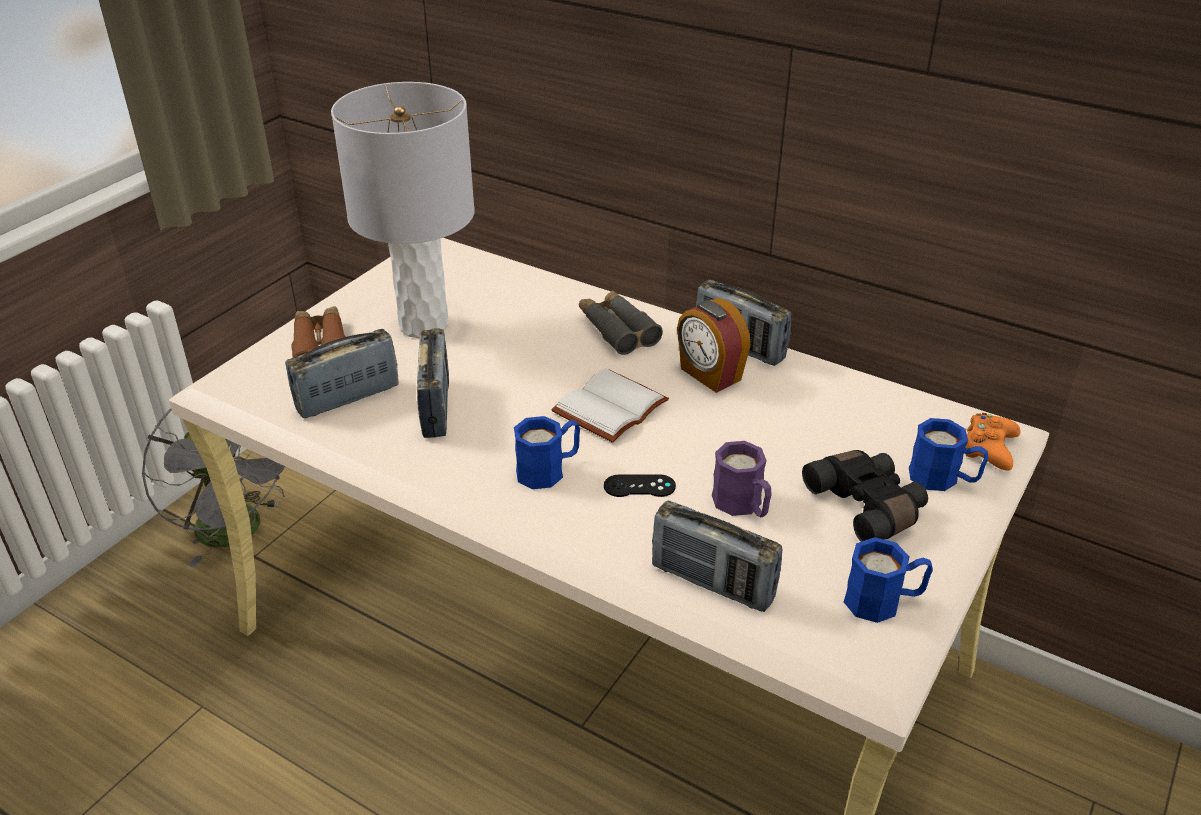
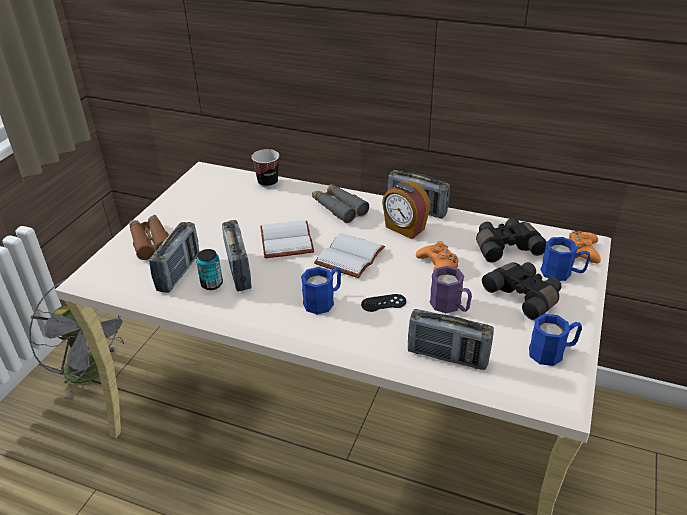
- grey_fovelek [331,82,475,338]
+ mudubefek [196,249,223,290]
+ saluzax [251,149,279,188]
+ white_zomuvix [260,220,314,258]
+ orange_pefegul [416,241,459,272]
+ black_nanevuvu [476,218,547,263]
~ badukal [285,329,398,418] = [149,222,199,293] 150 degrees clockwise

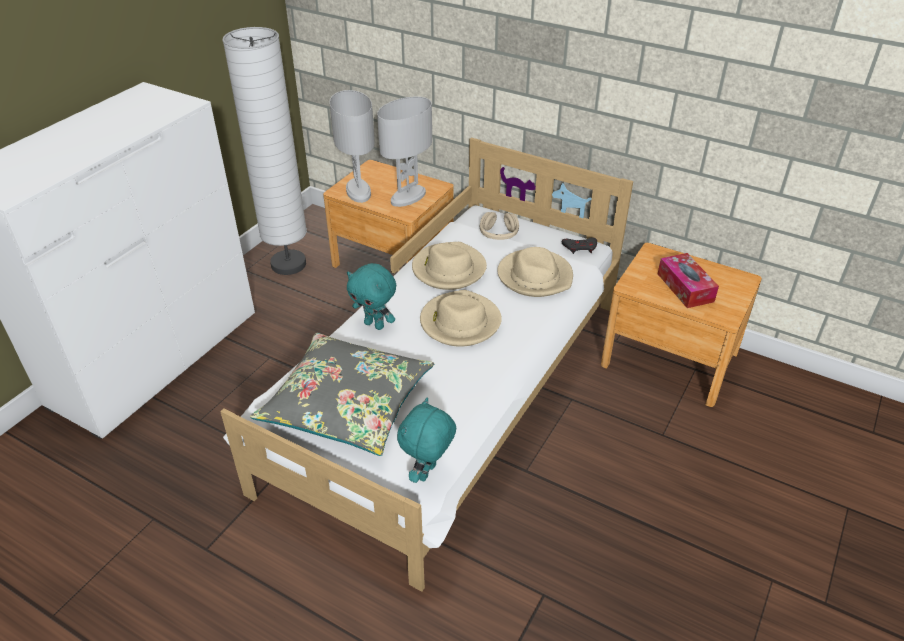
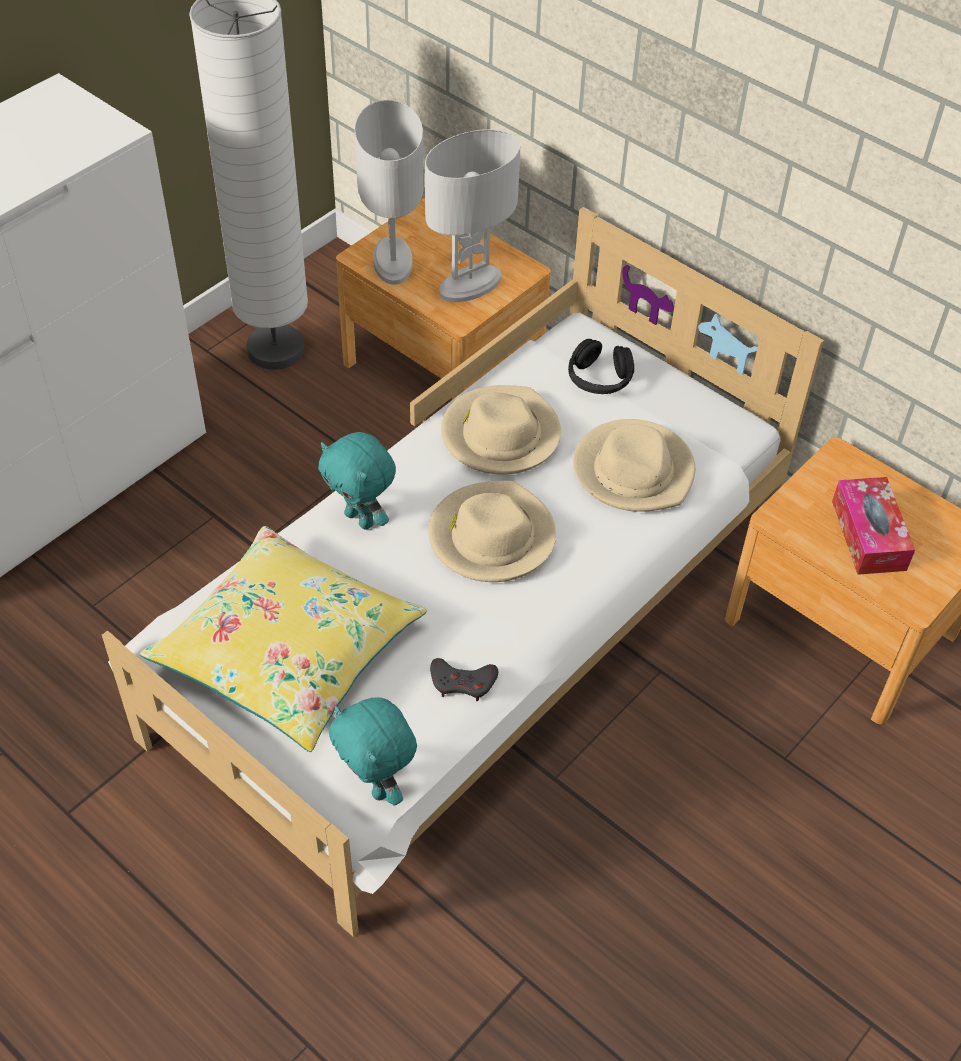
~ grey_pefegul [562,237,597,254] to [430,658,498,701]
~ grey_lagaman [250,333,434,456] to yellow_lagaman [140,526,427,752]
~ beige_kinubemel [480,212,519,240] to black_kinubemel [568,339,634,394]
~ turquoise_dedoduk [397,398,456,483] = [329,698,417,806] 75 degrees counterclockwise

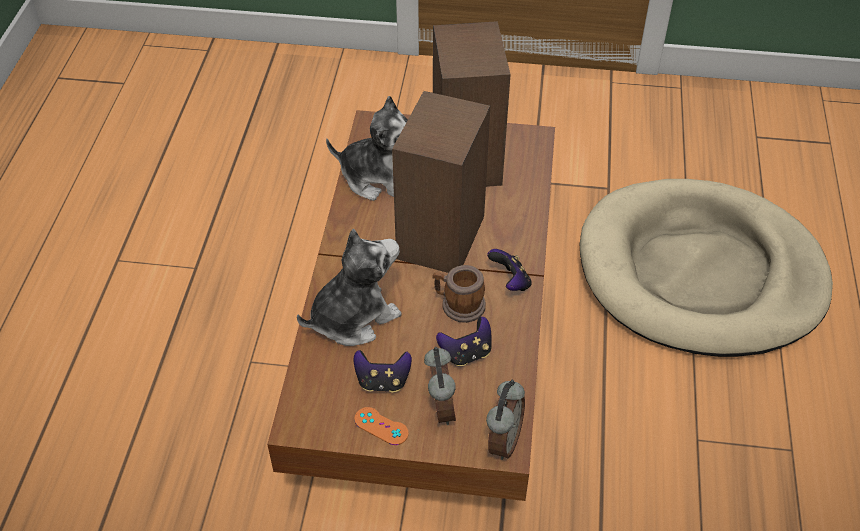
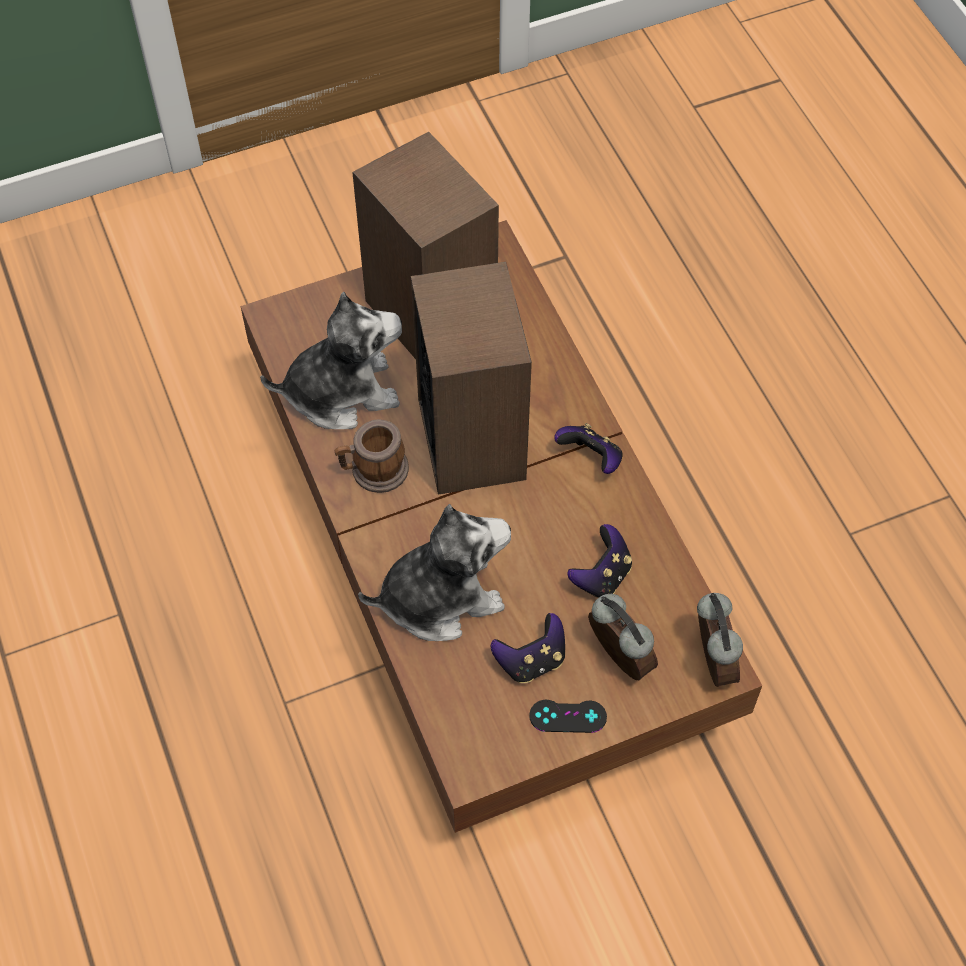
- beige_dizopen [580,179,833,357]
~ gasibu [432,265,486,323] to [334,419,409,493]
~ orange_pefegul [355,407,409,445] to black_pefegul [529,700,607,733]
~ dedoduk [297,229,401,346] = [358,504,511,641] 45 degrees clockwise

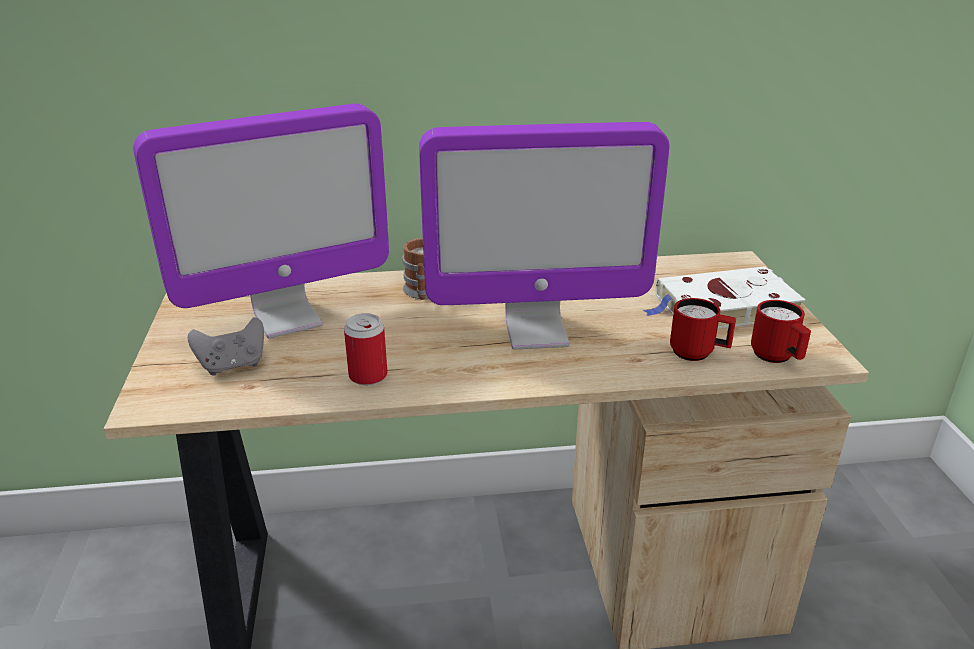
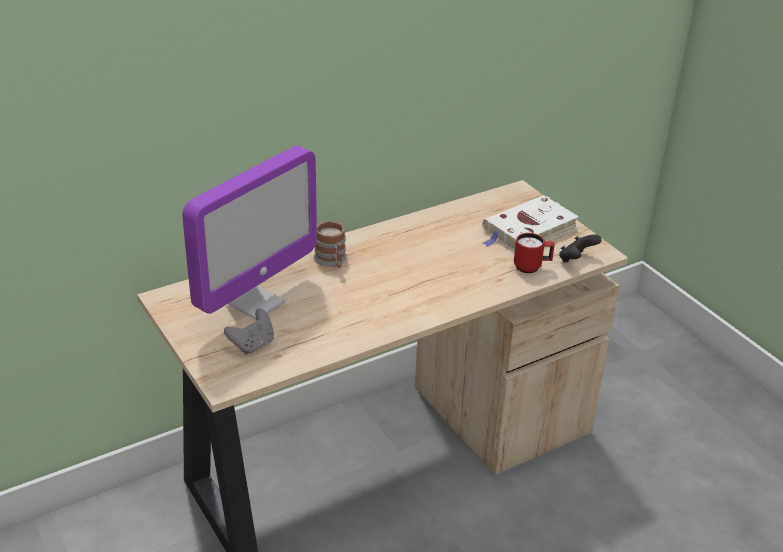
- mudubefek [344,313,388,385]
- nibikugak [419,122,670,349]
~ red_gasibu [751,300,811,363] to black_pefegul [559,234,602,263]

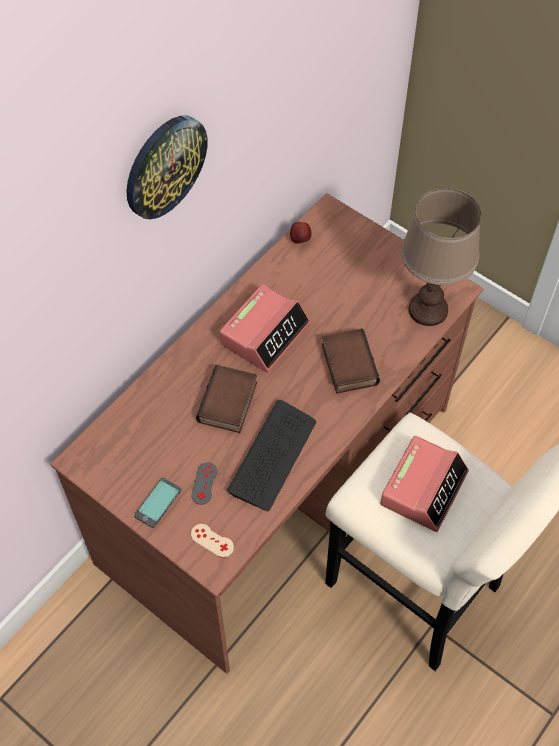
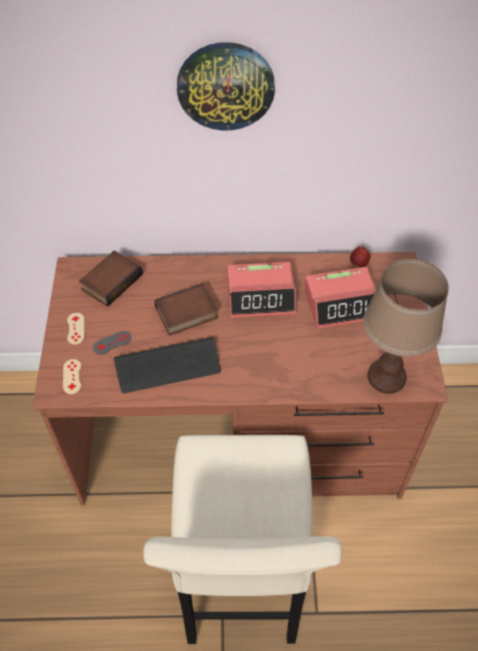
~ zomuvix [322,328,380,393] to [79,251,143,307]
~ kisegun [380,436,469,532] to [304,267,376,329]
~ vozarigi [134,478,181,528] to beige_pefegul [67,313,85,345]

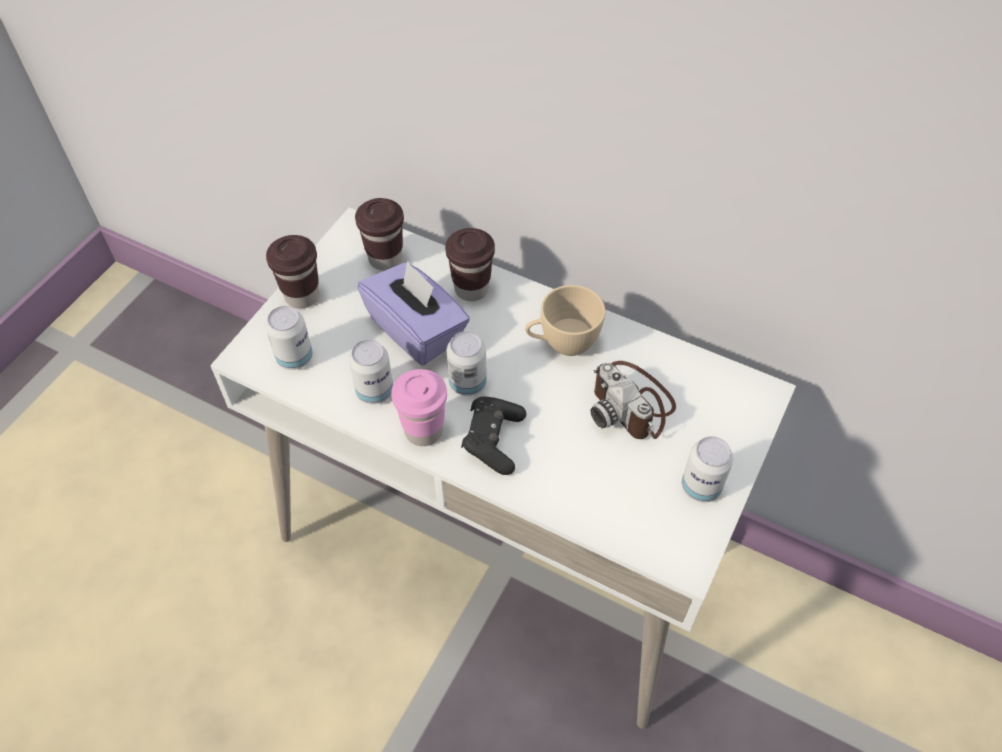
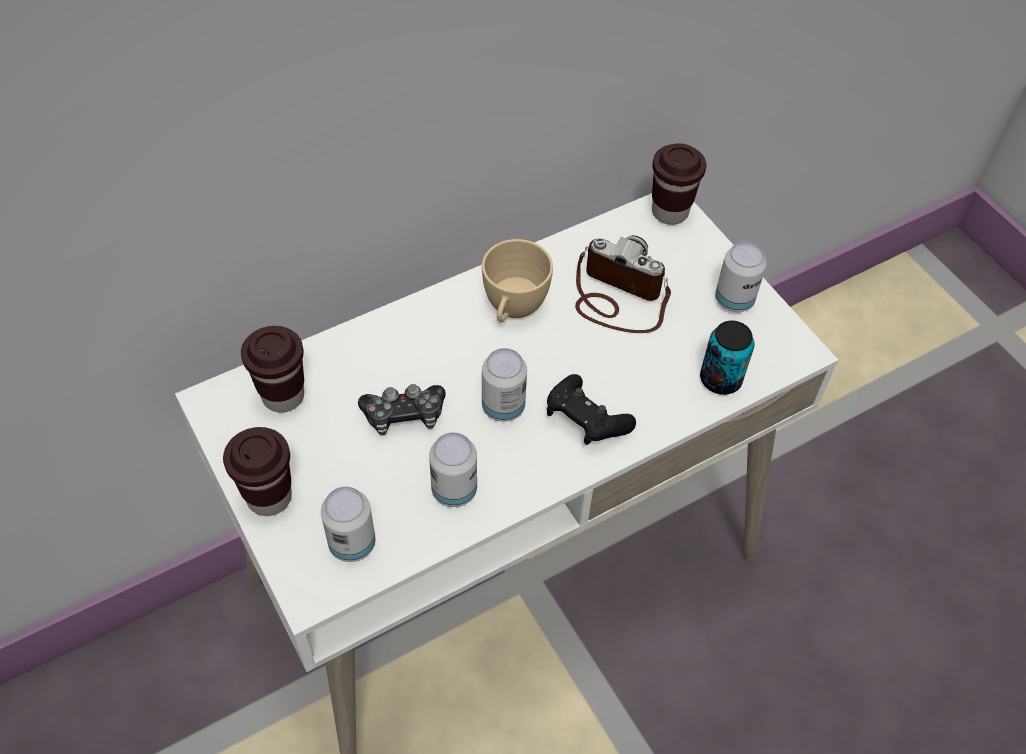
- pink_saluzax [391,369,447,446]
+ mudubefek [700,321,754,395]
~ brown_saluzax [445,228,495,301] to [652,143,706,225]
~ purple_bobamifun [357,260,470,365] to pefegul [358,384,446,435]
~ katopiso [590,361,676,439] = [575,235,671,333] 150 degrees counterclockwise

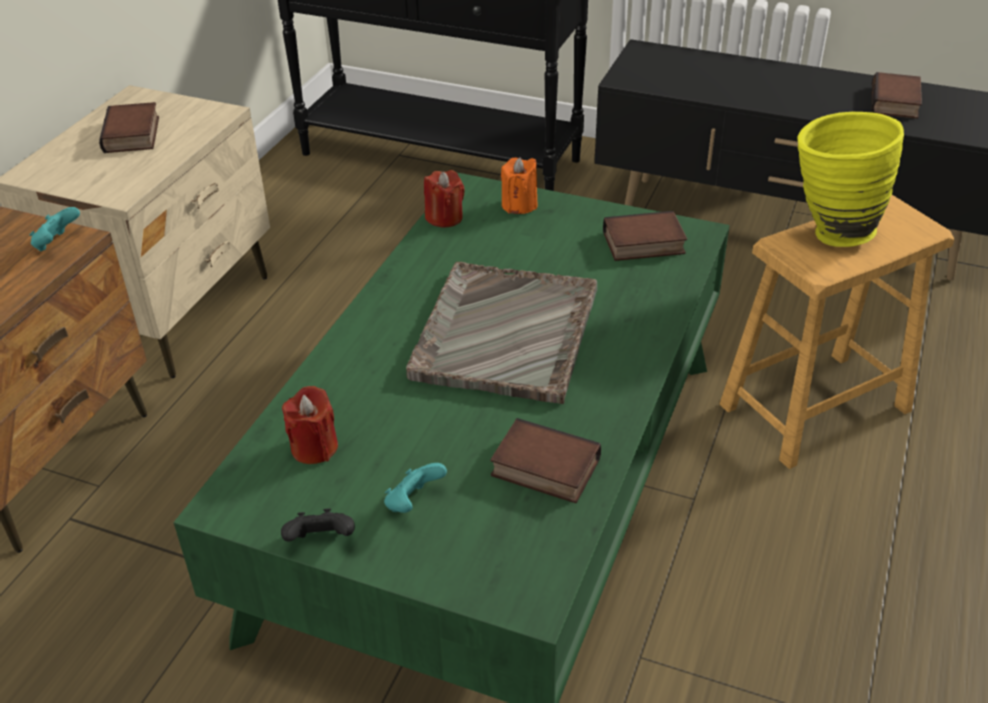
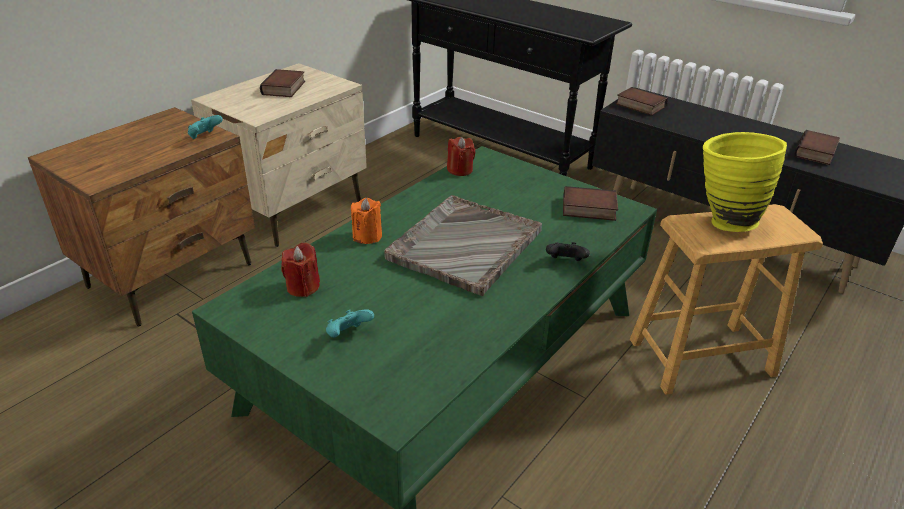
~ black_pefegul [281,508,355,542] to [546,242,590,261]
~ zomuvix [490,418,601,503] to [616,87,668,116]
~ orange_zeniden [501,157,538,214] to [351,198,382,244]

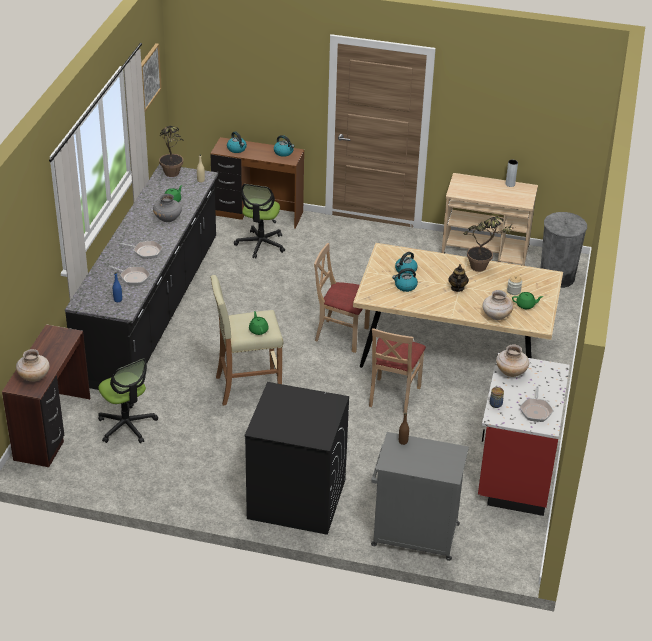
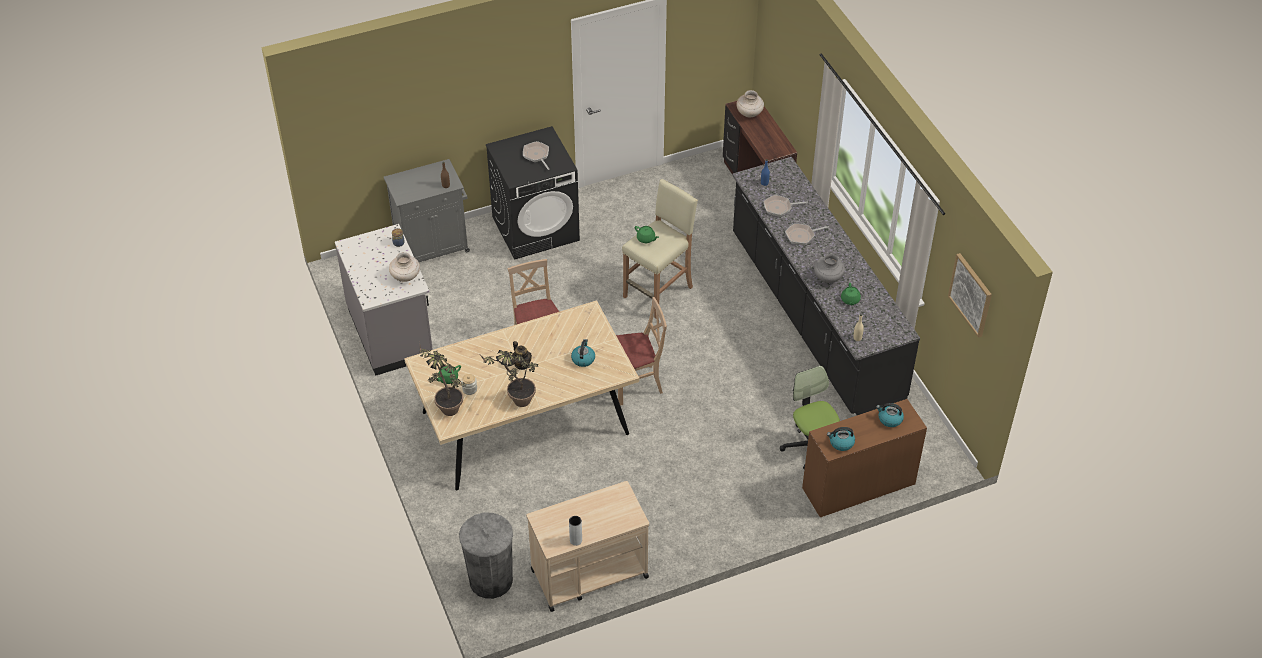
- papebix [98,358,158,443]
- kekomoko [392,268,418,292]
- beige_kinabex [482,290,514,320]
~ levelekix [159,126,184,177] to [419,345,467,416]
~ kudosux [520,386,554,422] to [523,141,550,170]
~ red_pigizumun [478,353,570,516] to grey_pigizumun [335,224,433,376]

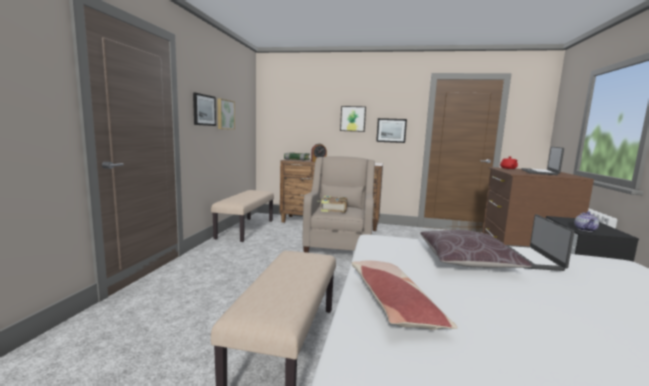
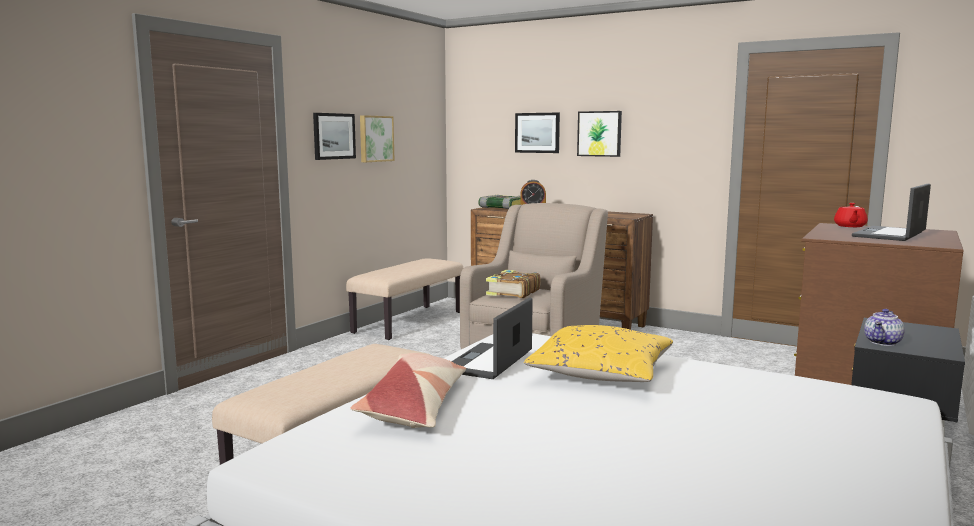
~ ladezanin [376,118,407,143] to [515,113,560,153]
~ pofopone [506,214,575,271] to [451,297,533,379]
~ brown_lagaman [420,230,532,268] to yellow_lagaman [524,325,673,382]

